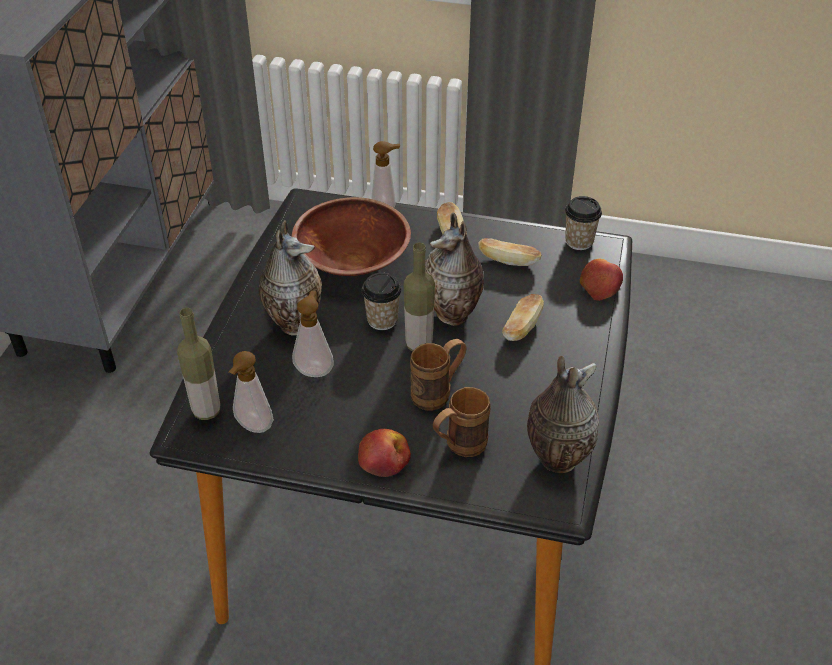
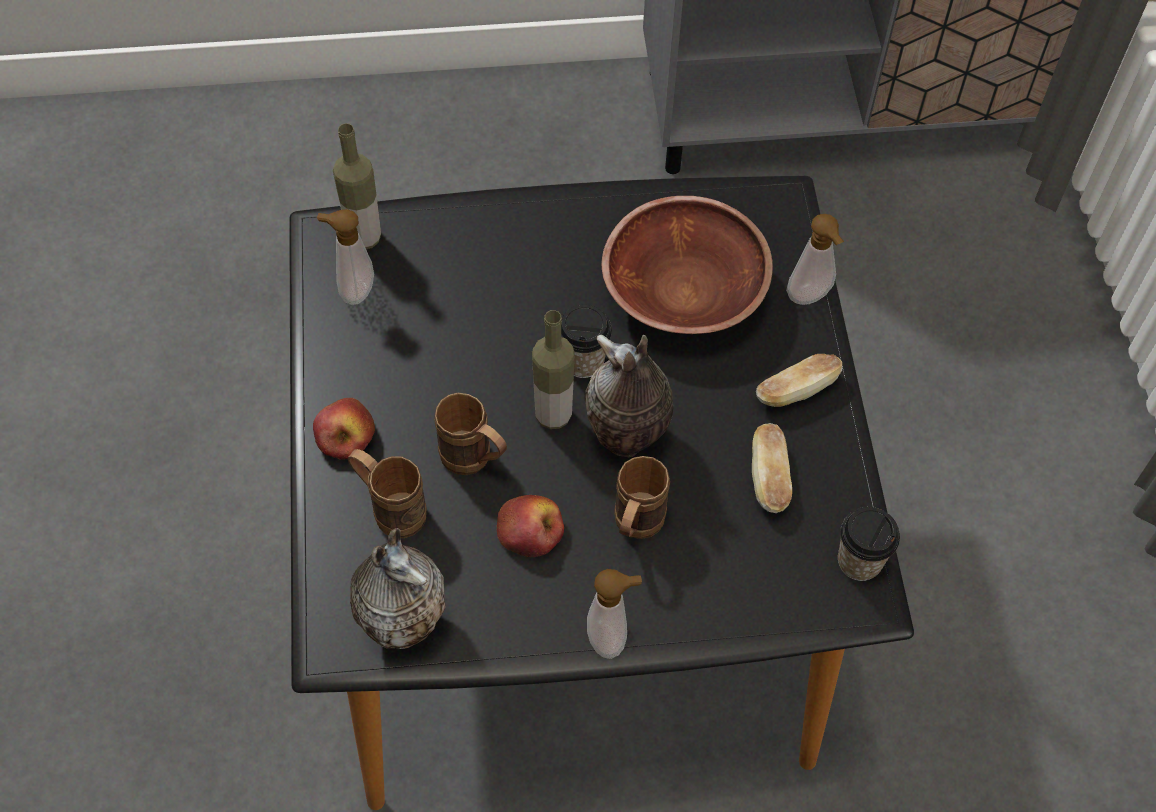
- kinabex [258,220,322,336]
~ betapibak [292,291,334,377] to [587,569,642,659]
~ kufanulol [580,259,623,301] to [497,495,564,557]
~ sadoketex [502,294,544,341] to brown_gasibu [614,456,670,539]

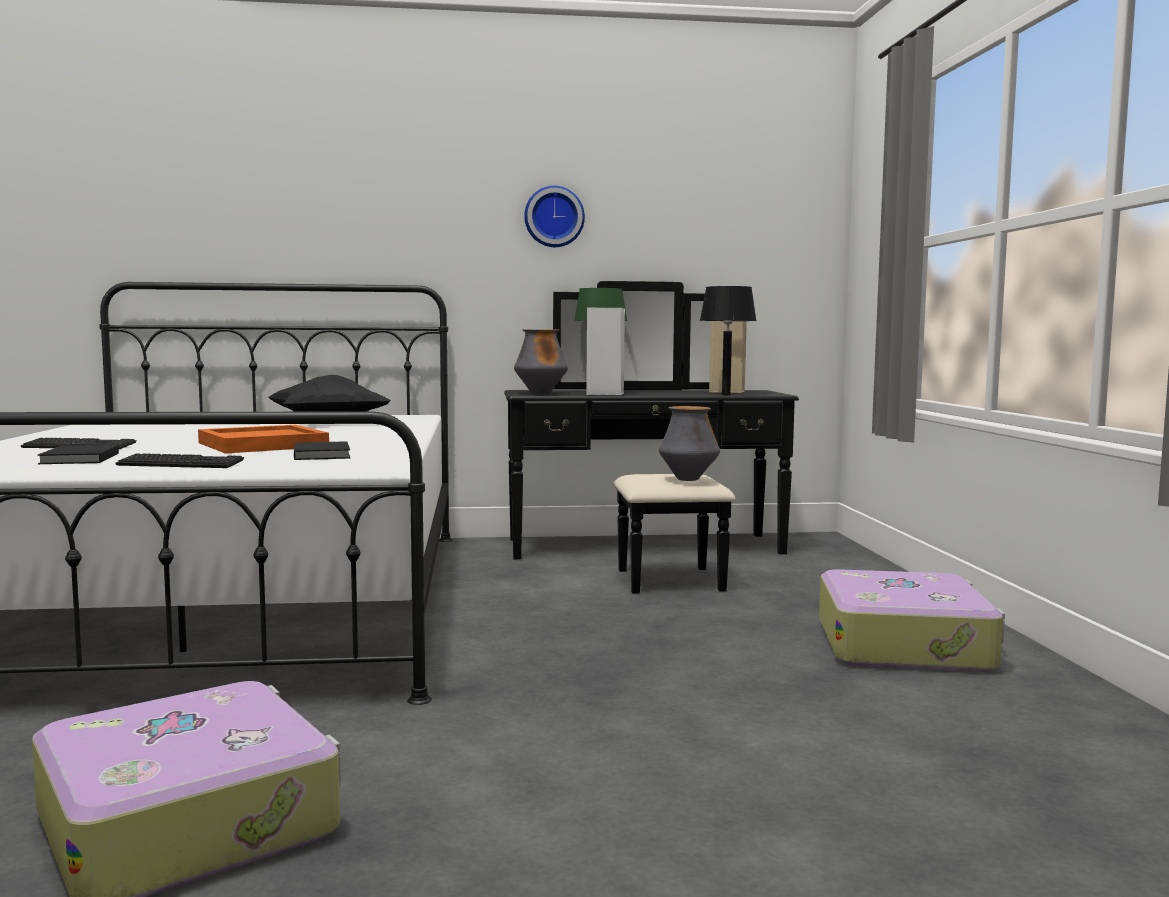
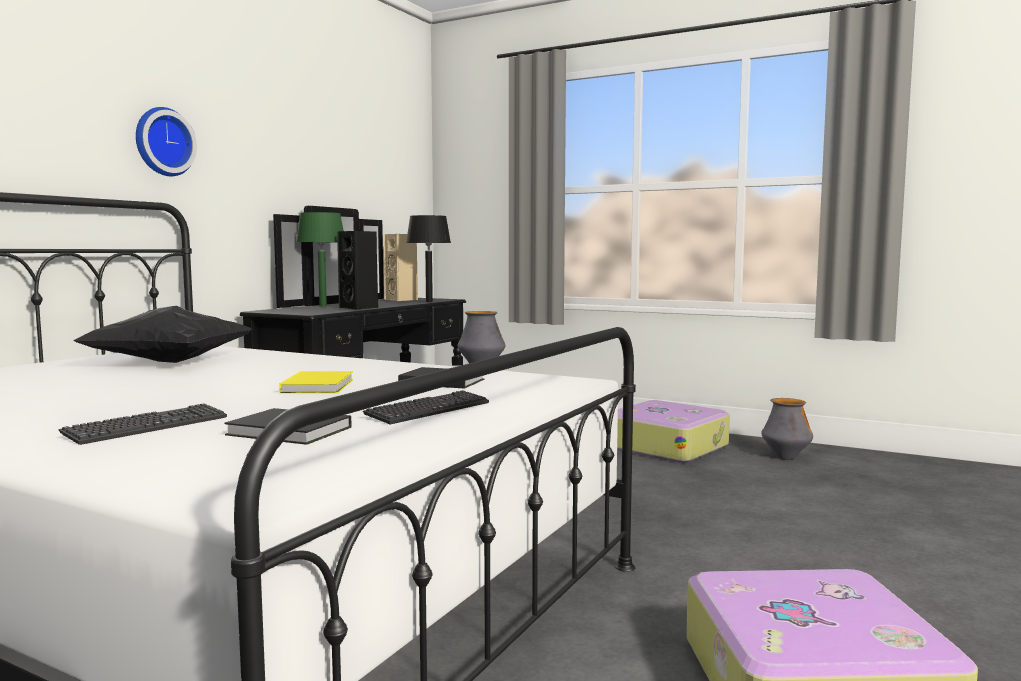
~ kinabex [514,329,568,394] to [761,398,813,460]
~ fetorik [524,186,585,247] to [136,107,197,176]
~ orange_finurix [198,425,329,454] to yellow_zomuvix [279,371,353,393]
~ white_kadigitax [586,307,625,395] to black_kadigitax [337,231,378,310]

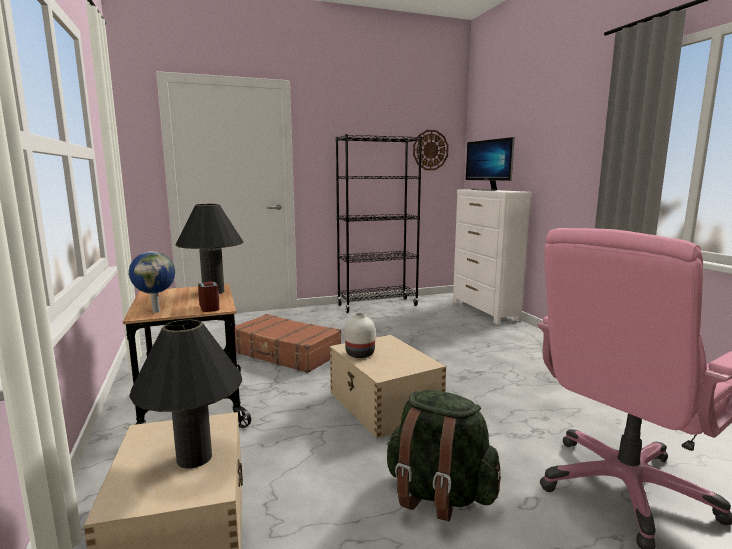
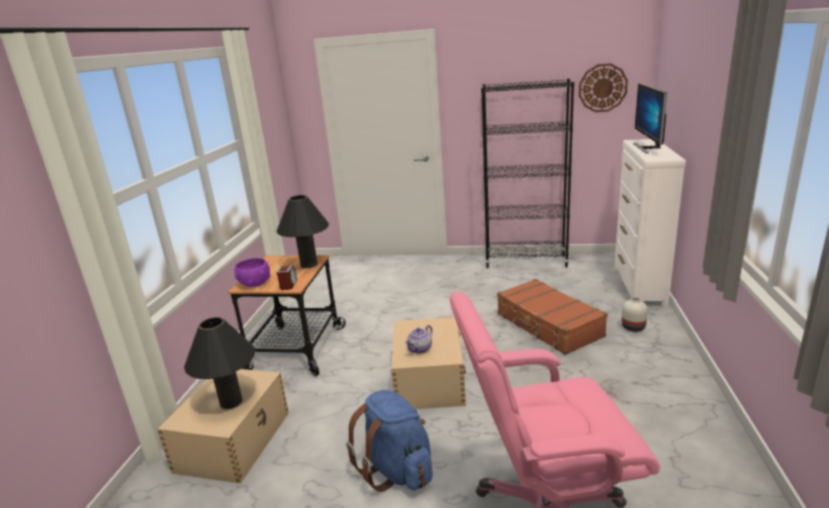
+ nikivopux [405,325,433,354]
~ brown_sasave [235,314,341,373] to [497,279,608,355]
~ white_kinabex [345,313,375,358] to [621,297,648,332]
~ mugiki [129,251,175,313] to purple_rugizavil [234,258,271,287]
~ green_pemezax [386,390,501,521] to blue_pemezax [346,390,433,492]

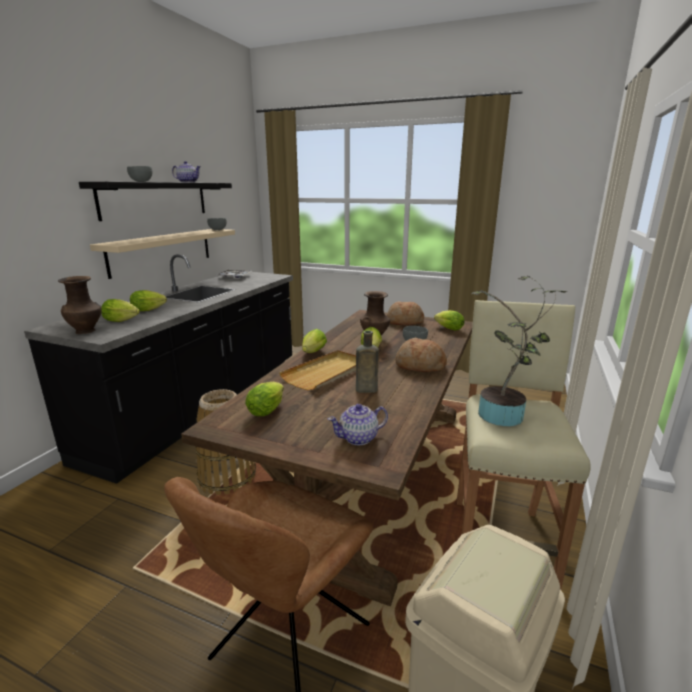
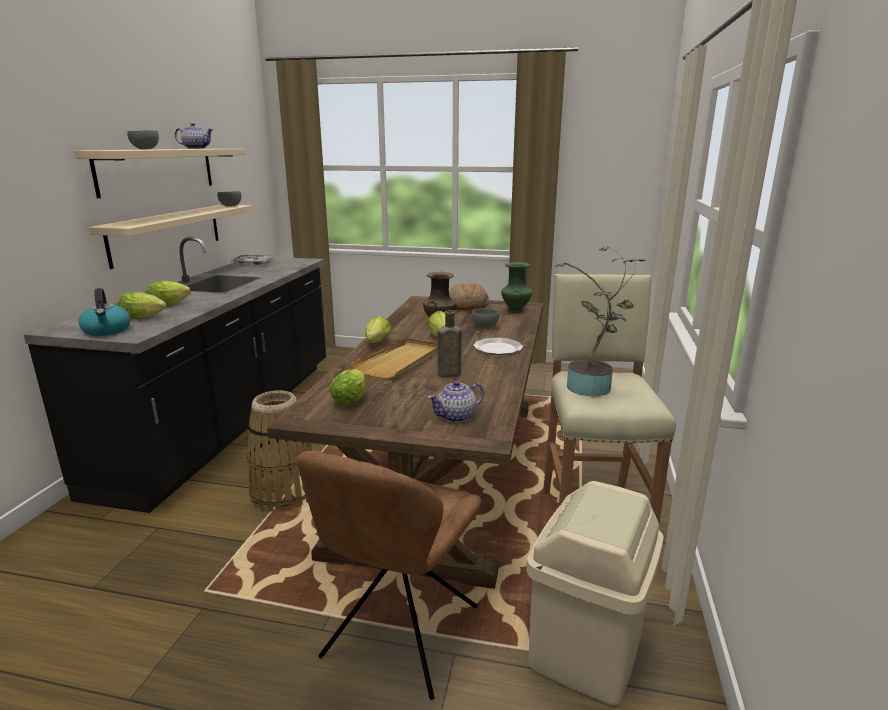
~ brown_kinabex [58,276,102,334] to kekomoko [78,288,131,336]
~ sadoketex [395,337,447,372] to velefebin [473,338,523,355]
~ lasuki [434,310,464,331] to green_kinabex [501,262,532,313]
~ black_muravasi [79,182,232,221] to beige_muravasi [74,149,246,198]

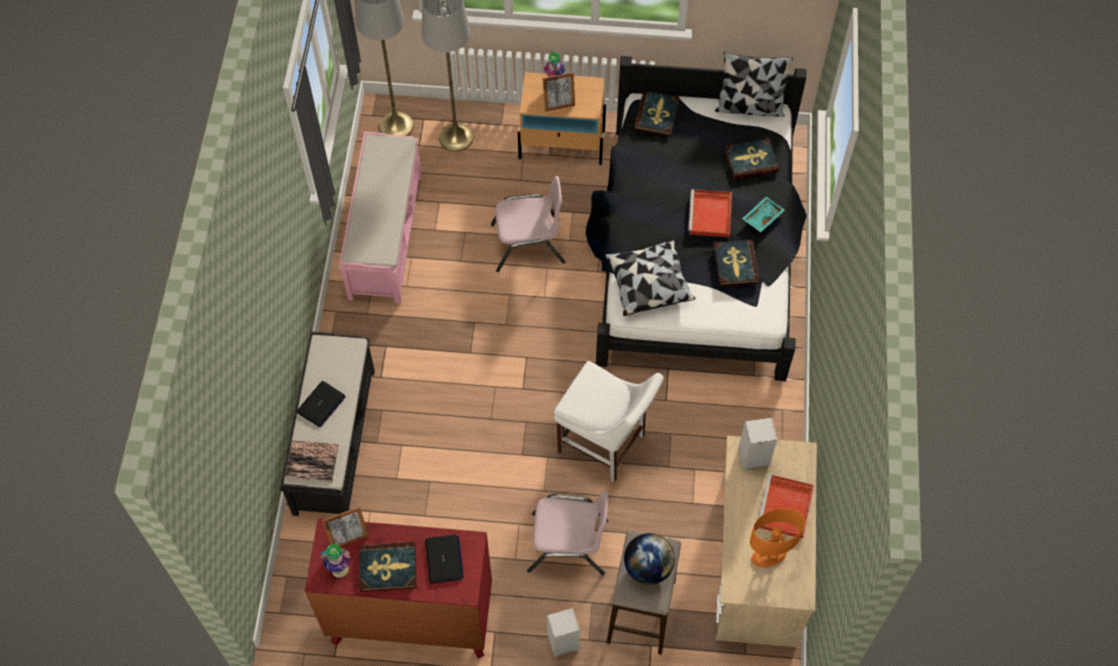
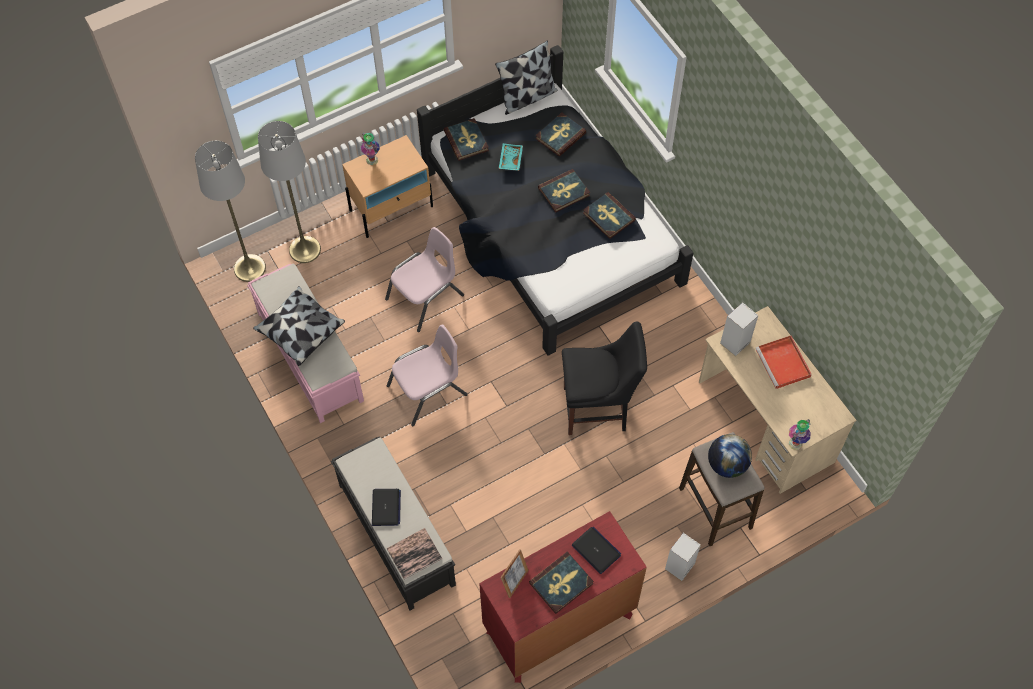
- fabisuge [543,72,575,112]
- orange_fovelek [750,508,805,567]
~ kinabex [320,544,350,578] to [789,419,811,450]
~ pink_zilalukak [527,491,608,575] to [387,324,468,426]
~ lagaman [605,240,695,316] to [253,286,345,366]
~ turquoise_finurix [742,196,785,232] to [499,143,523,171]
~ red_finurix [688,189,732,237] to zomuvix [538,169,590,213]
~ white_zilalukak [554,361,664,482] to black_zilalukak [562,322,647,435]

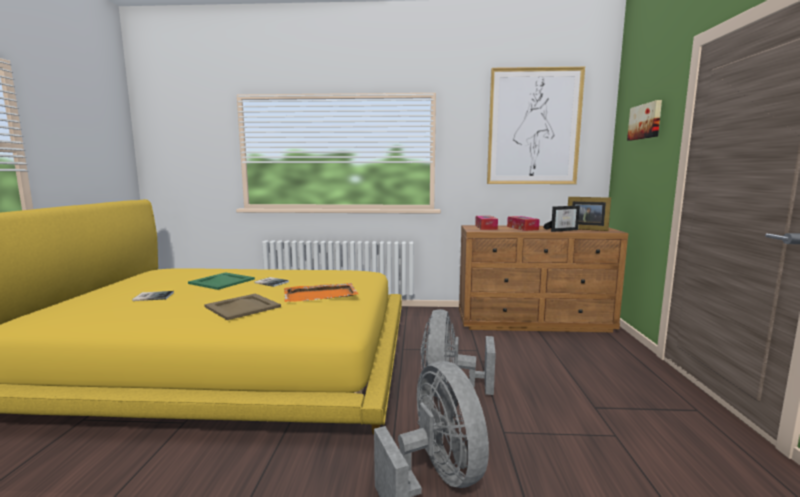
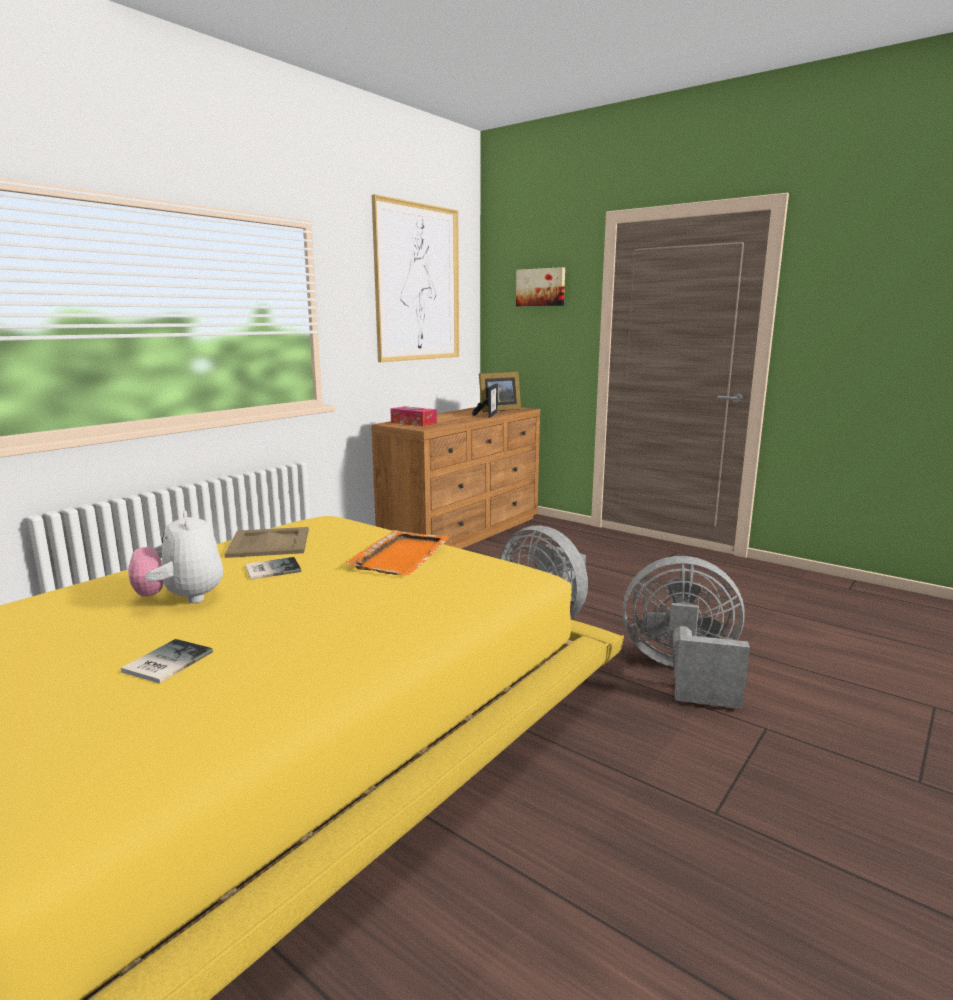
- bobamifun [507,216,540,231]
~ beige_finurix [204,293,281,320] to [225,527,309,558]
~ green_finurix [188,272,255,290] to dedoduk [128,511,223,603]

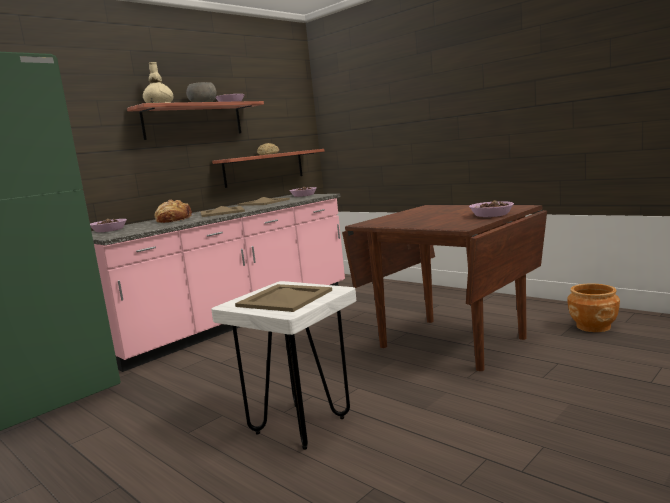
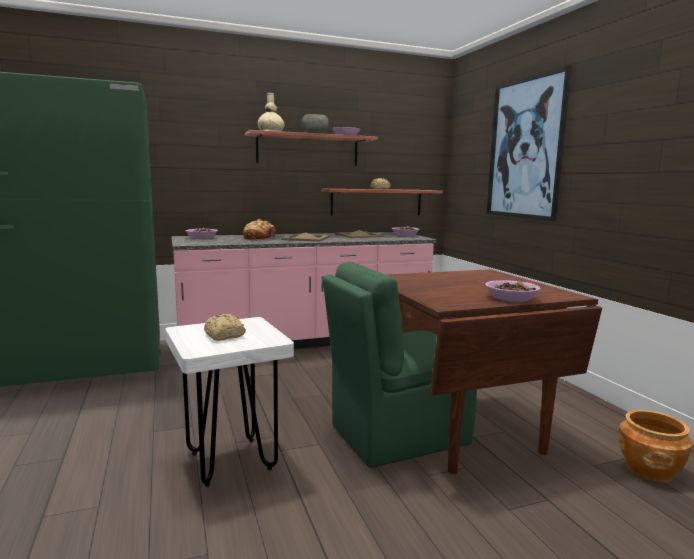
+ green_zilalukak [322,262,477,468]
+ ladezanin [487,65,572,221]
~ beige_finurix [235,284,332,312] to sadoketex [204,314,246,341]

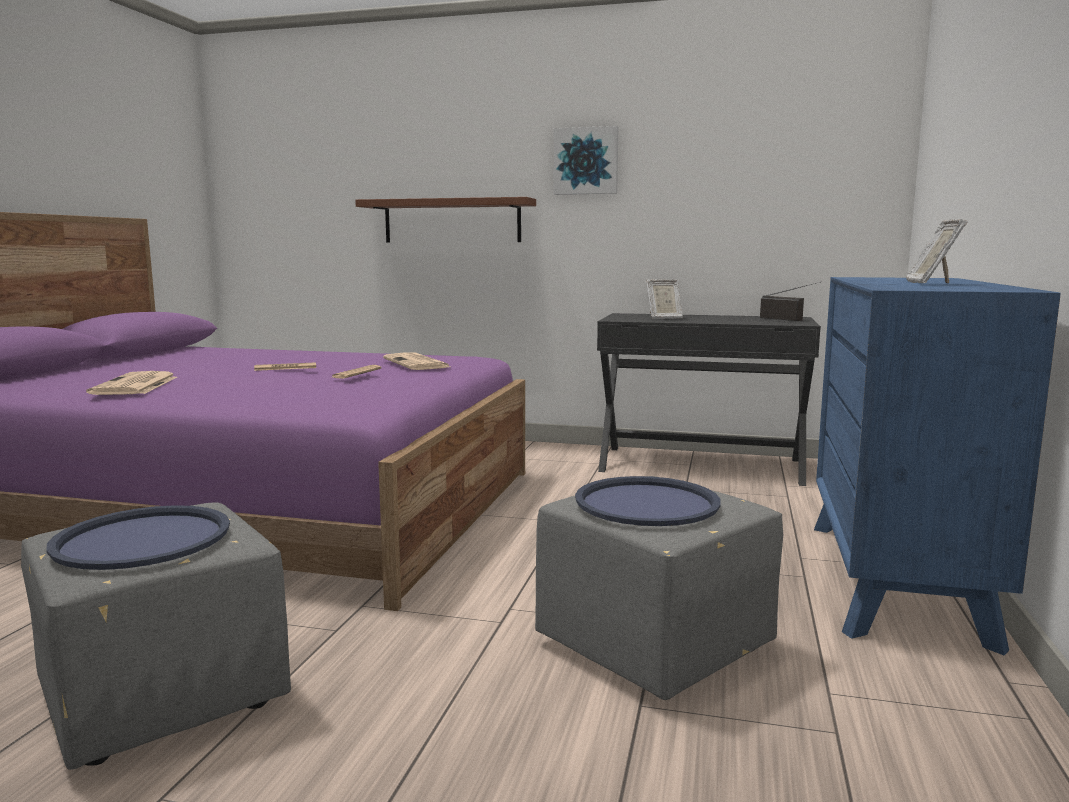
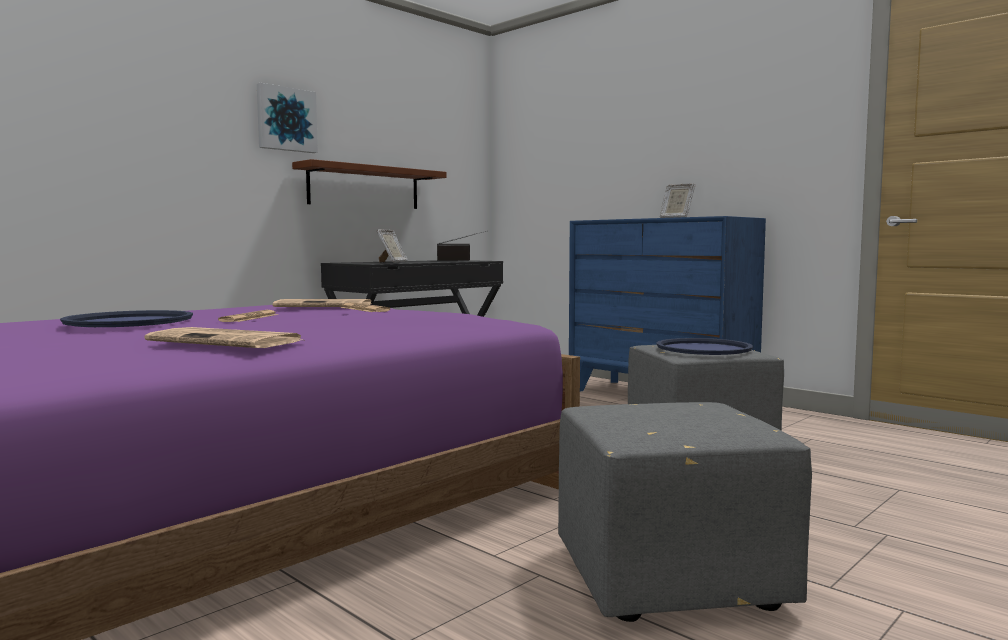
~ blue_finurix [46,505,230,570] to [60,310,193,327]
~ brown_muravasi [355,197,536,243] to [292,159,447,209]

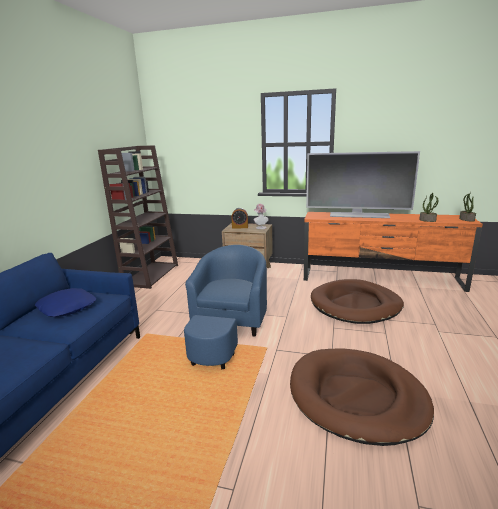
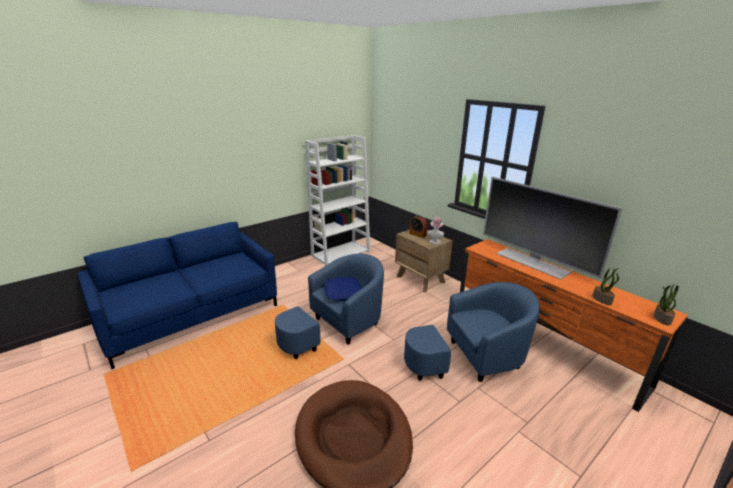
~ blue_lagaman [35,288,96,317] to [324,277,362,301]
~ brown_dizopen [311,279,404,324] to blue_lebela [404,282,540,382]
~ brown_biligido [98,145,178,289] to white_biligido [305,135,370,265]

